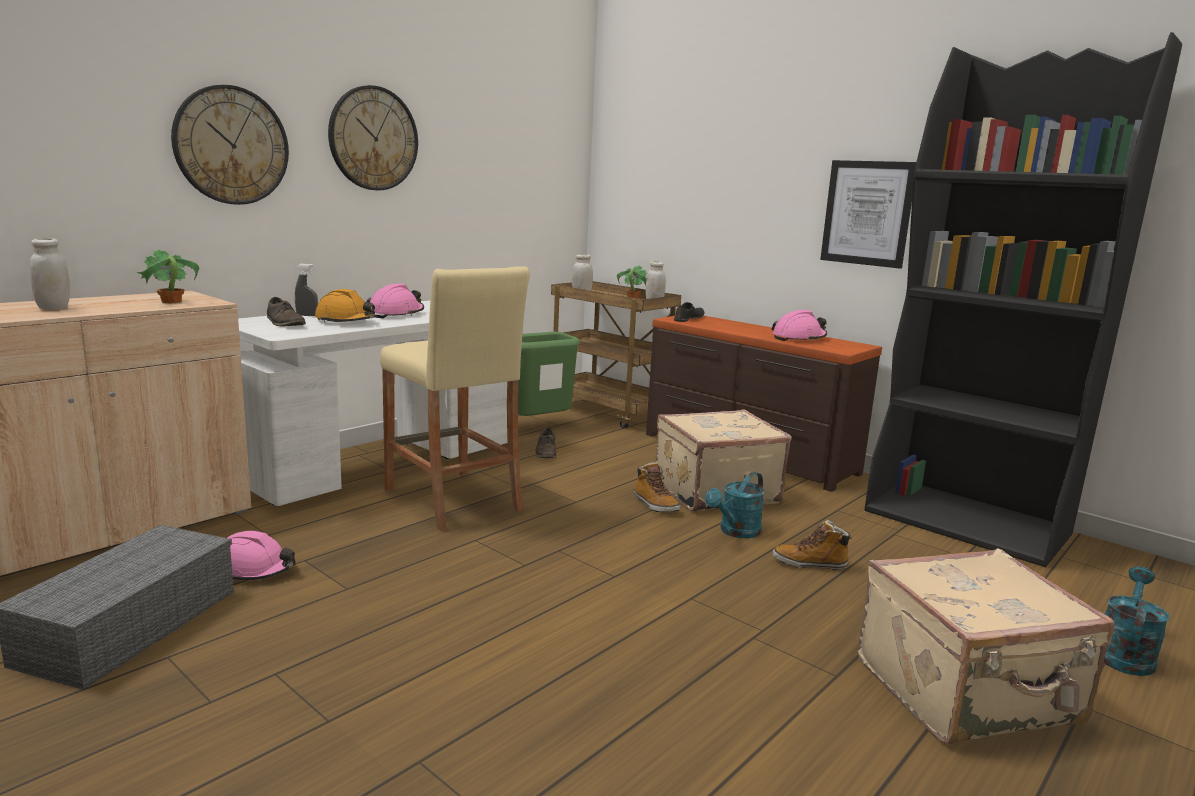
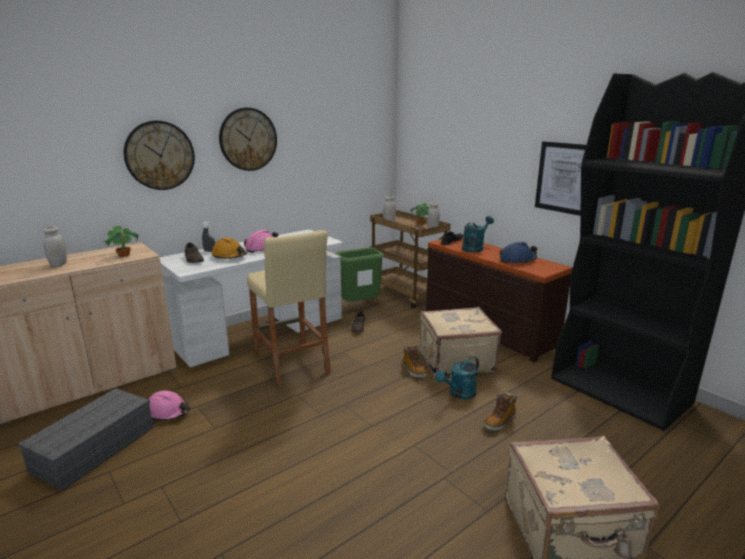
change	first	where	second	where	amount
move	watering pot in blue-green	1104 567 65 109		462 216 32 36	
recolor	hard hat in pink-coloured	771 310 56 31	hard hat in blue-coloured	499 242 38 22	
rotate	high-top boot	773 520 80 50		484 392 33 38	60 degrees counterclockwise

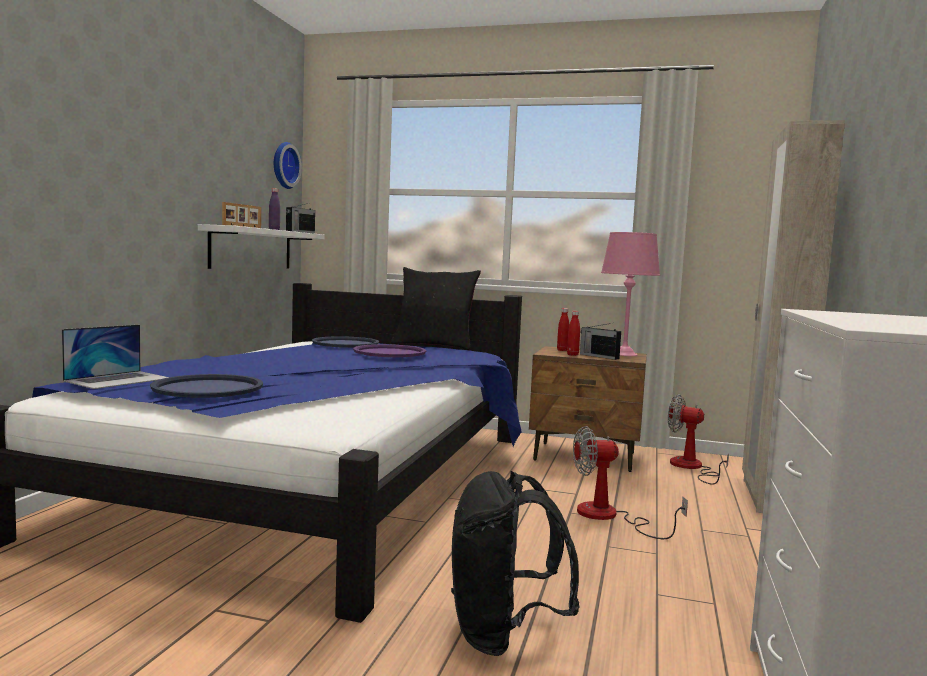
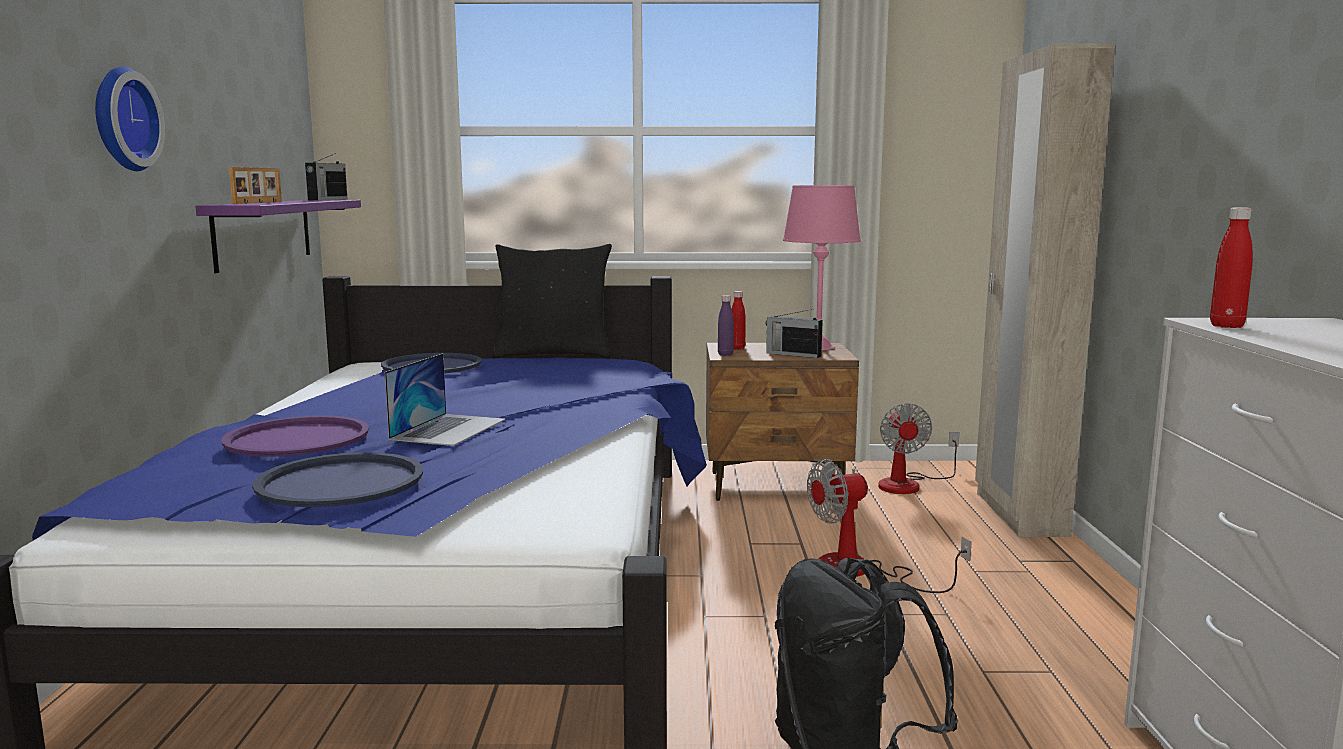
change	first	where	second	where	amount
move	notebook computer	62 325 106 64		385 353 120 93	
move	beverage bottle in purplish	269 188 11 42		718 295 16 61	
move	clock on the wall	274 142 28 47		95 66 70 105	
move	serving tray in purplish	353 344 73 13		221 416 148 41	
move	beverage bottle in reddish	567 311 13 45		1210 207 43 121	
recolor	shelf in white-coloured	198 224 126 45	shelf in purplish	195 200 166 73	
rotate	cooling fan	668 395 61 90		878 403 81 91	105 degrees counterclockwise

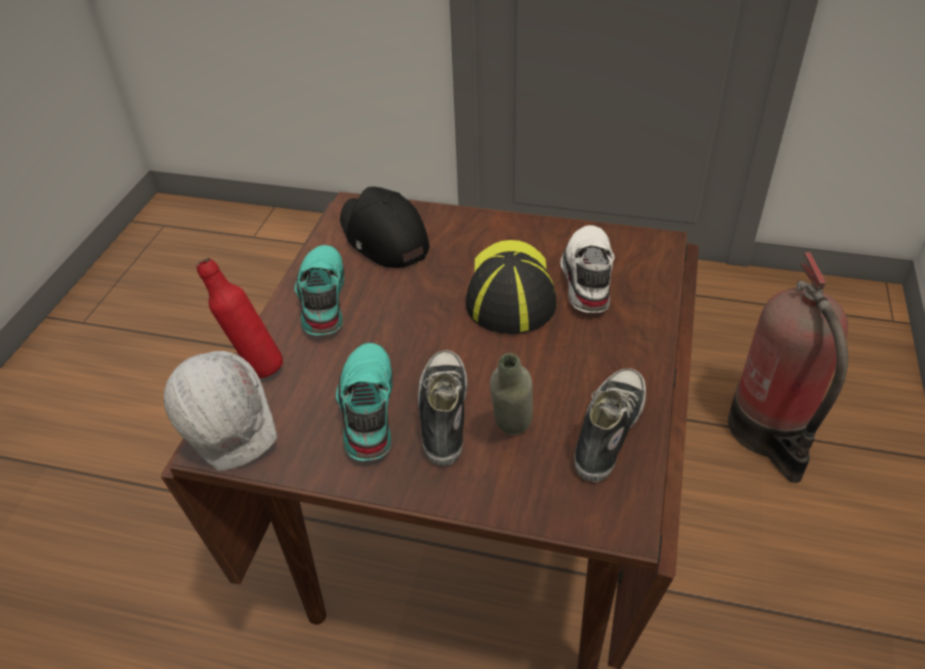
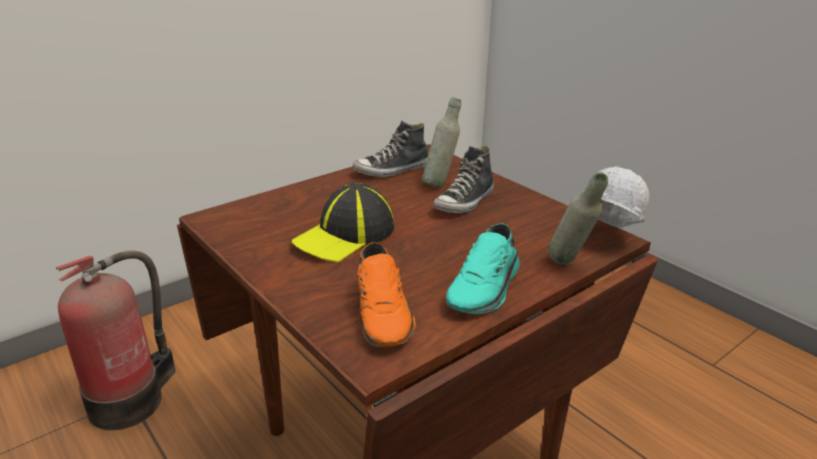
change	first	where	second	where	amount
delete	low shoe in blue-green	336 343 57 118			
delete	low shoe in white-coloured	560 225 54 88			
replace	cap in blackish	340 186 90 82	low shoe in orange	357 242 59 105	
recolor	beverage bottle in reddish	196 258 87 120	beverage bottle in grey	548 173 60 92	

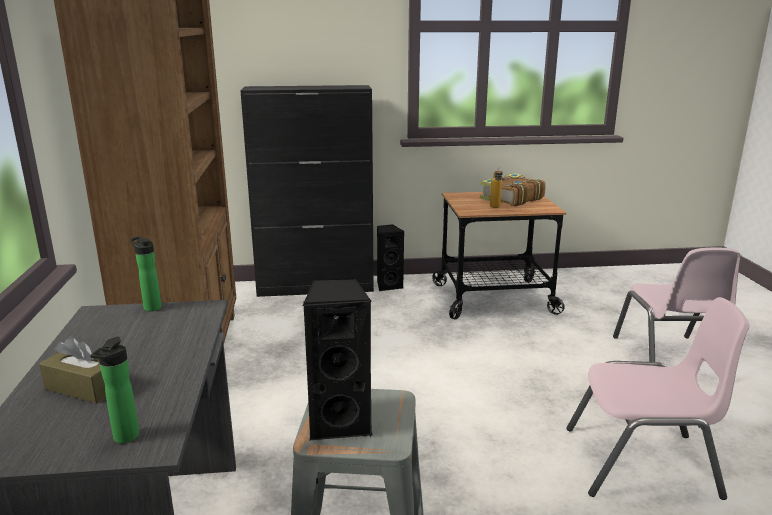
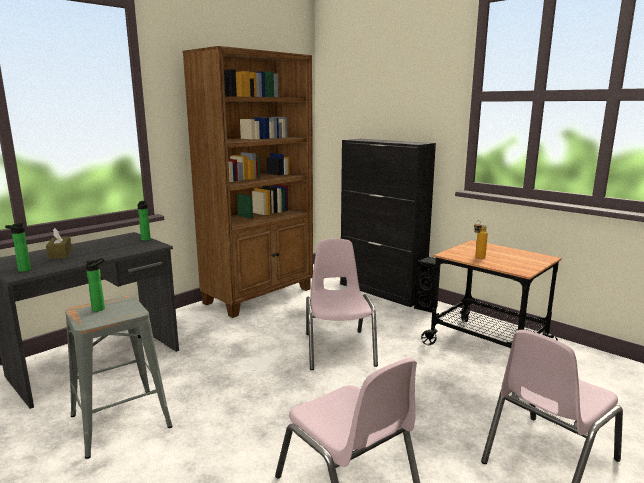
change	first	where	second	where	amount
delete	bound book	480 173 66 34			
insert			plain chair in pink-coloured	306 239 72 131	
replace	loudspeaker in blackish	302 277 71 164	beverage bottle	85 258 20 54	

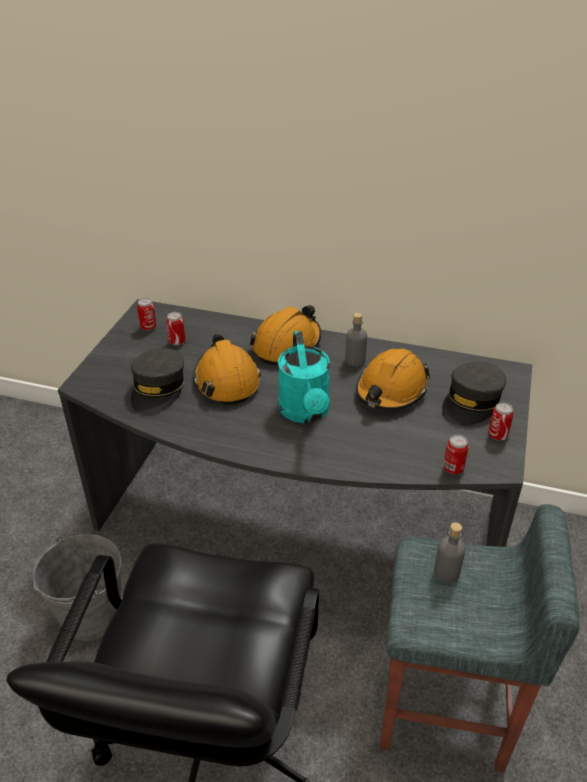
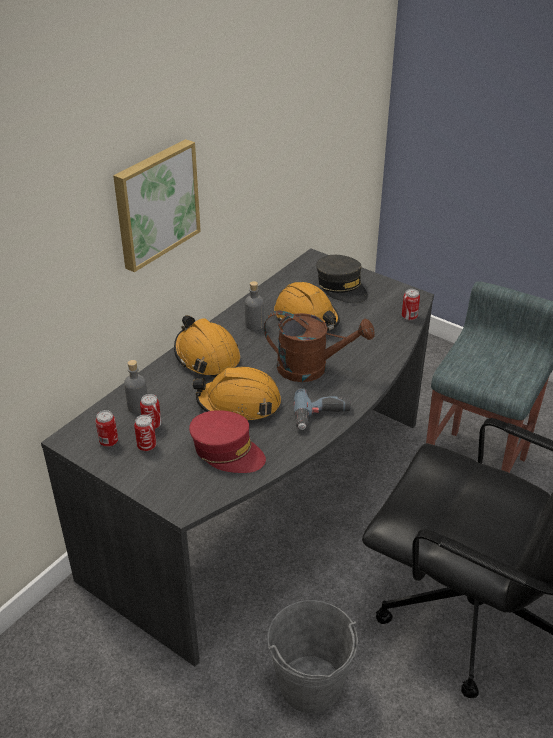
change	first	where	second	where	amount
insert			picture	113 139 88 133	
insert			power drill	294 388 57 42	
move	beverage bottle in grey	434 522 31 61		124 360 23 54	
move	sealed can	488 402 26 39		134 415 22 36	
recolor	cap in grey	131 348 54 66	cap in reddish	189 410 77 63	
recolor	watering pot in blue-green	278 331 52 92	watering pot in brown-coloured	264 311 111 71	

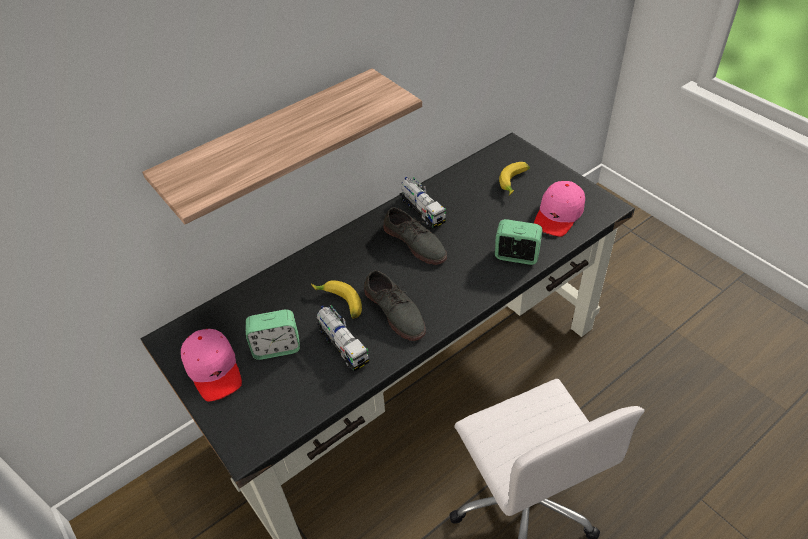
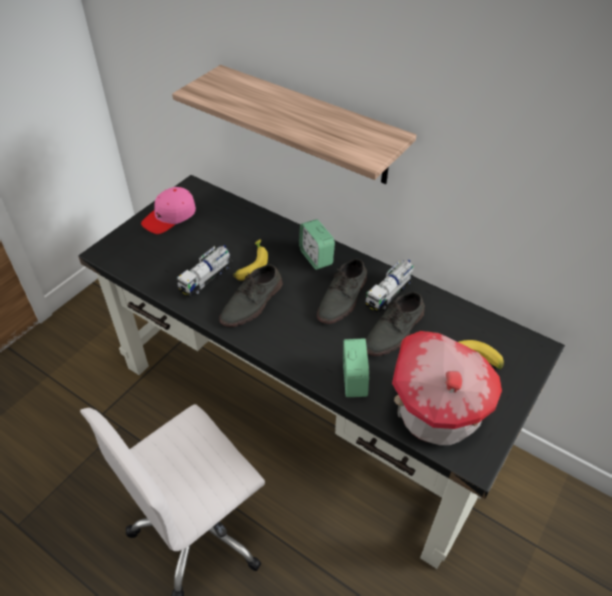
change	first	where	second	where	amount
insert			low shoe in grey	366 292 59 64	
move	bedside clock	245 309 55 51		299 219 36 51	
replace	cap in pink-coloured	534 181 51 56	model house	392 331 110 114	

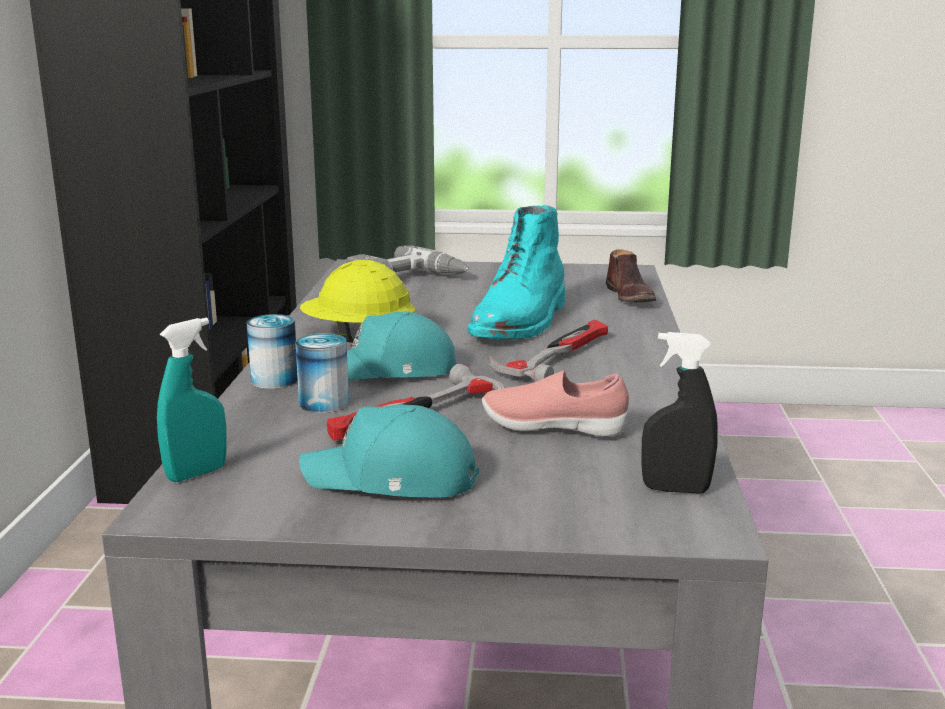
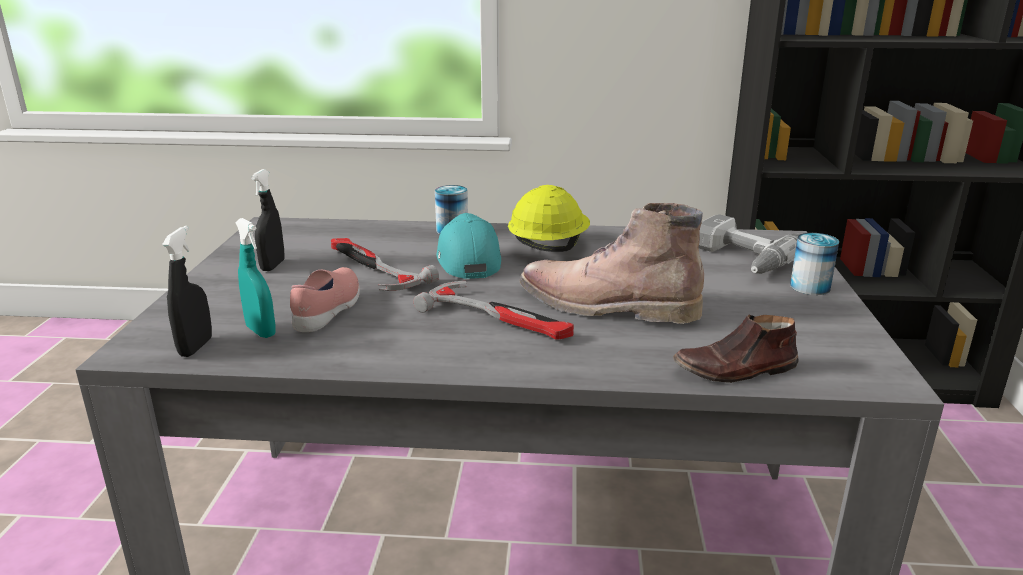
change	first	where	second	where	amount
move	sprayer in blue-green	157 318 69 164		235 218 40 120	
move	sealed can	296 333 53 80		790 233 49 62	
replace	cap in blue-green	299 404 180 94	sprayer in blackish	251 169 33 102	
recolor	high-top boot in blue-green	467 205 99 135	high-top boot in brown-coloured	519 203 185 121	

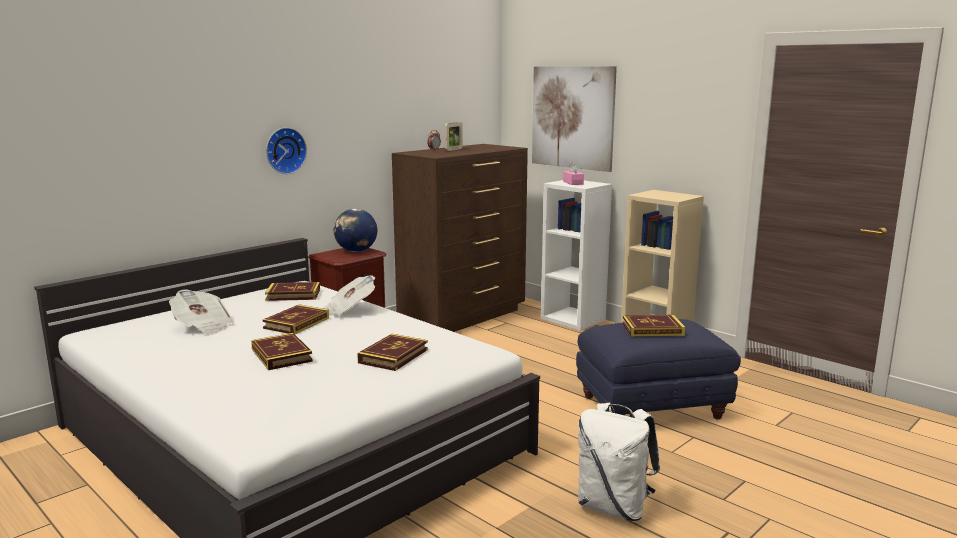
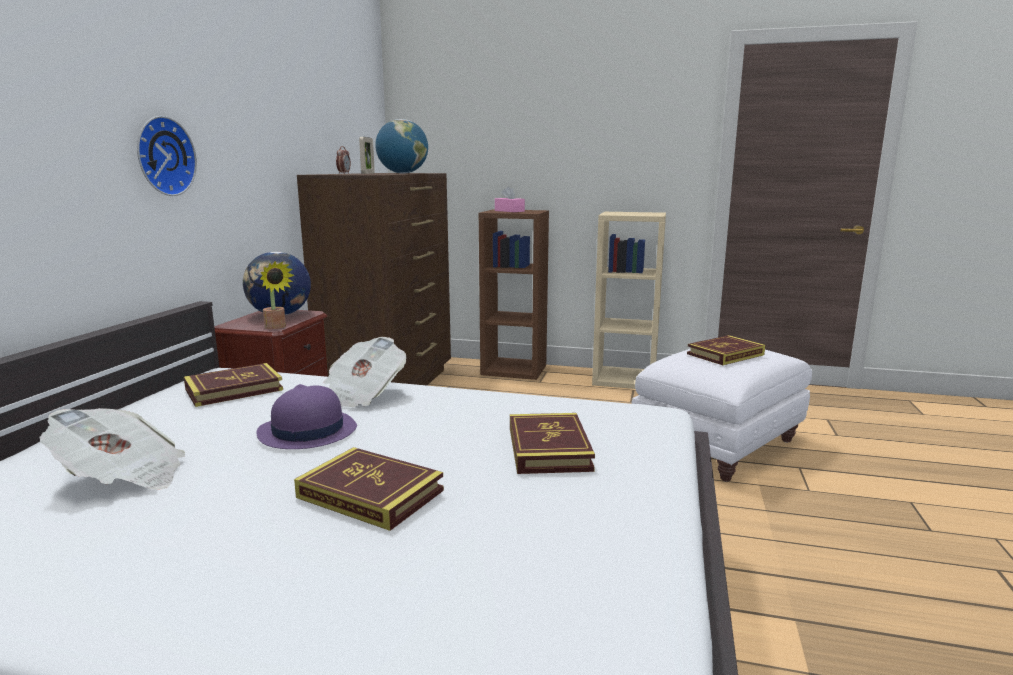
change	first	where	second	where	amount
delete	picture	532 66 85 106			
delete	knapsack in white-coloured	578 402 82 119			
insert			houseplant	260 261 34 68	
insert			globe	375 119 53 55	
replace	bound book	263 304 66 30	wearable hat in purplish	257 384 100 65	
recolor	bookcase in white-coloured	541 180 71 151	bookcase in brown-coloured	479 209 70 171	
recolor	ottoman in blue-coloured	576 319 165 101	ottoman in white-coloured	631 348 181 134	

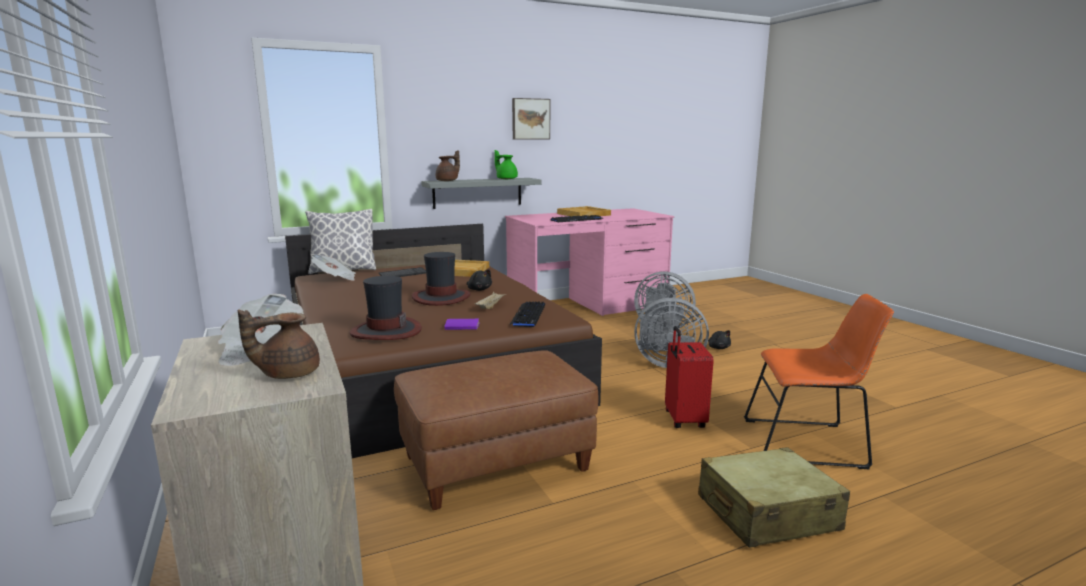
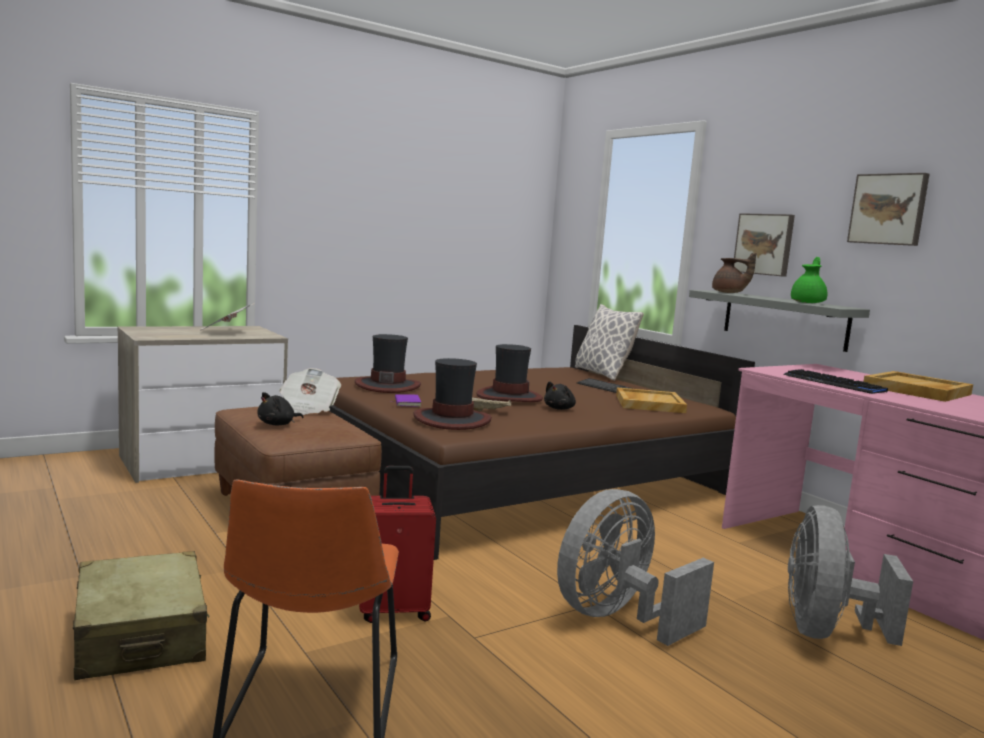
change	first	where	second	where	amount
delete	tea pot in brown-coloured	237 309 83 70			
insert			picture	734 213 61 64	
move	daily paper	311 254 45 27		279 368 62 47	
move	soft toy in blackish	703 330 28 19		257 392 47 33	
replace	computer keyboard	510 302 35 25	wearable hat	413 358 79 72	
rotate	cooling fan in grey	634 298 75 70		557 489 157 157	45 degrees clockwise

